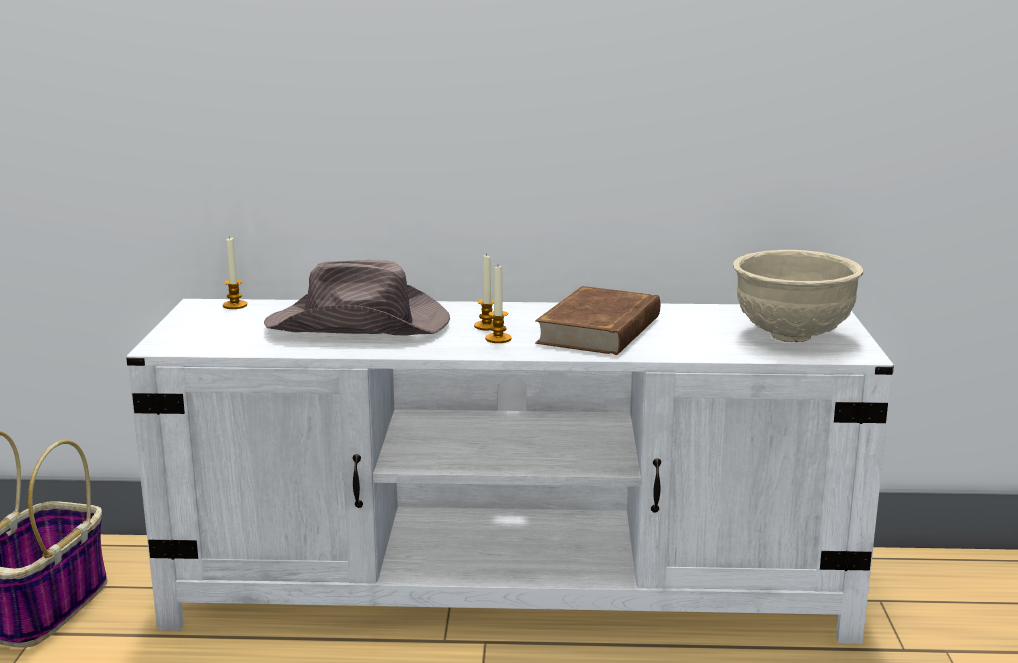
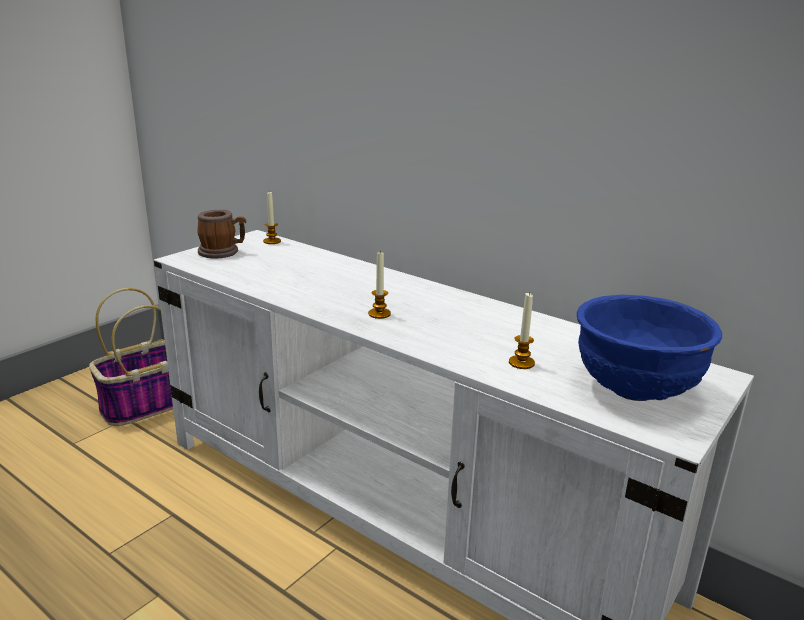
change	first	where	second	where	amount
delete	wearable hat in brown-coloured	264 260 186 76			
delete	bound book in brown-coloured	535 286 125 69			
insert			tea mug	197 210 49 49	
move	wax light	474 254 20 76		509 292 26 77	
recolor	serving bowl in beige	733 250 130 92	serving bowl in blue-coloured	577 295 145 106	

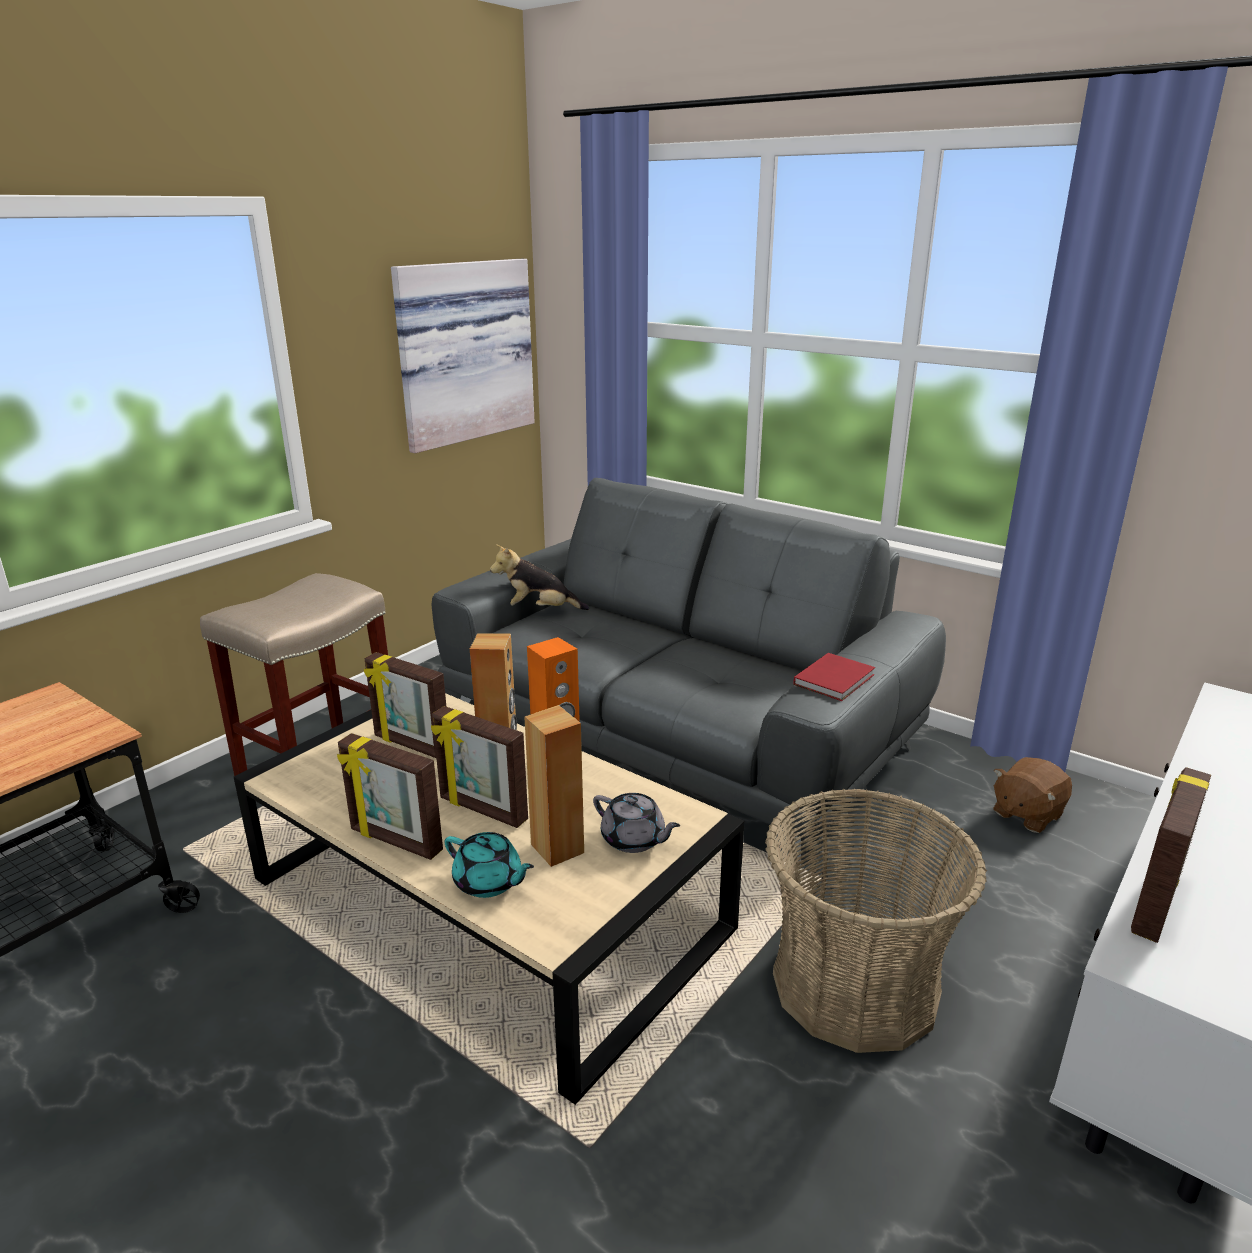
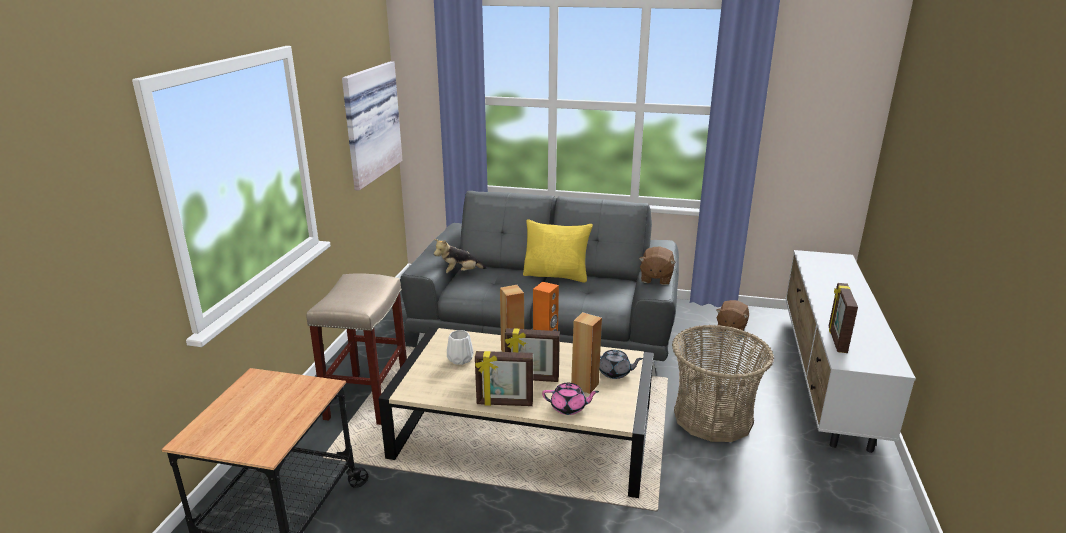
change	first	where	second	where	amount
insert			cushion in yellow	523 219 70 64	
replace	standing frame	364 652 82 106	flower vase in white-coloured	447 330 26 35	
replace	bound book in reddish	793 653 82 48	soft toy in brown-coloured	639 247 37 38	
recolor	tea pot in blue-green	445 832 89 66	tea pot in pink-coloured	542 383 57 32	

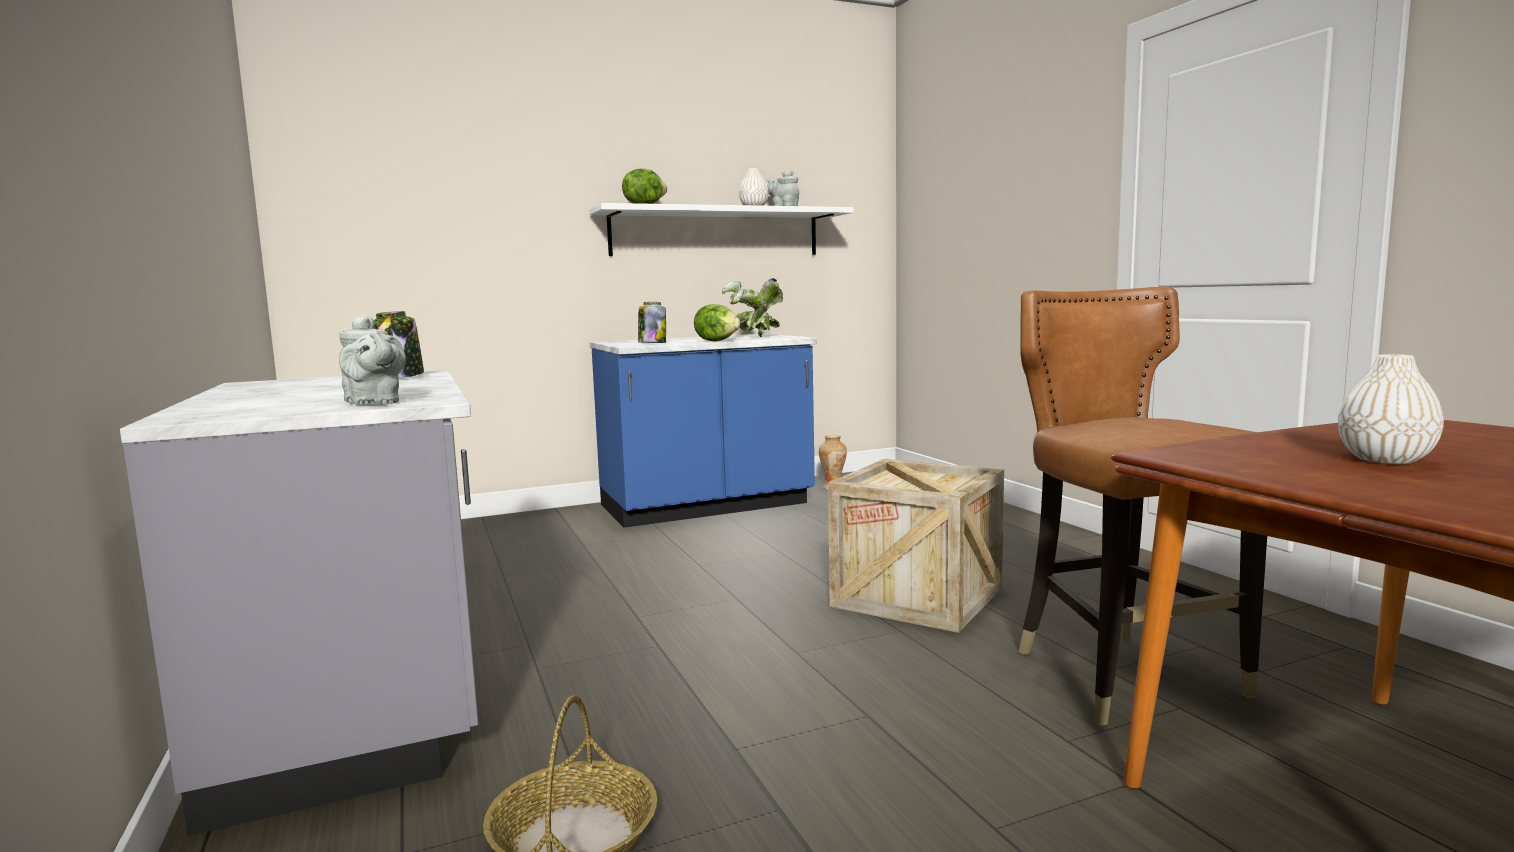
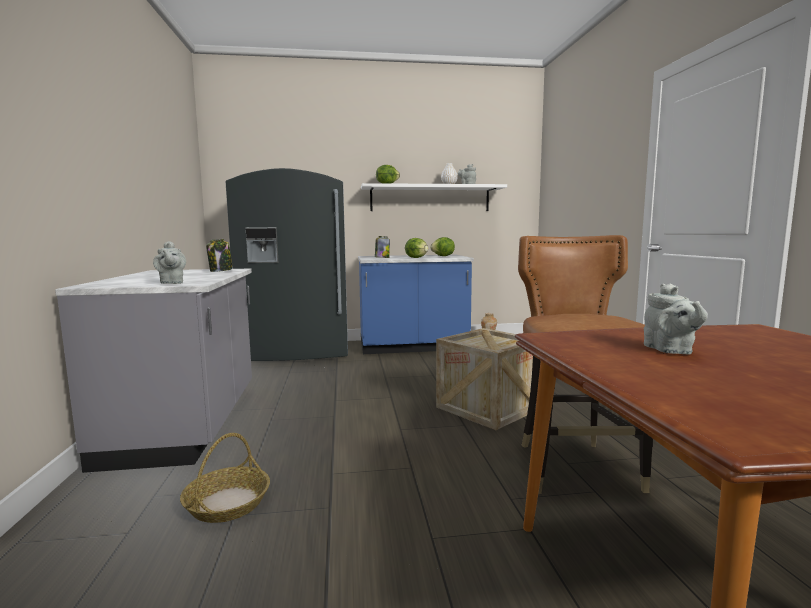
change	first	where	second	where	amount
insert			kitchen fridge in grey	226 168 122 193	
replace	houseplant	722 278 61 59	head of lettuce	430 237 25 19	
replace	flower vase in white-coloured	1338 354 106 110	tea pot in grey	644 283 64 71	

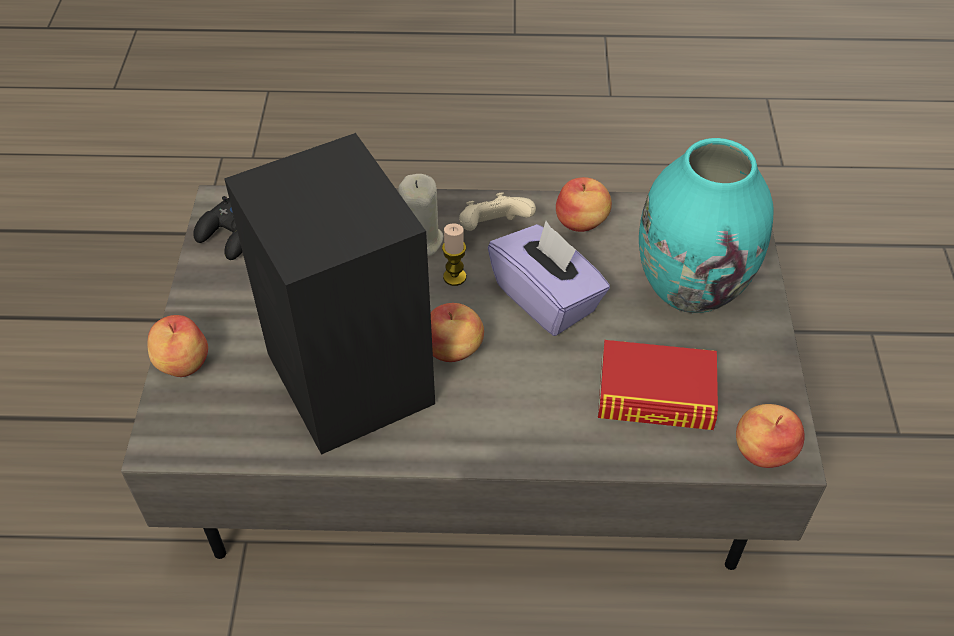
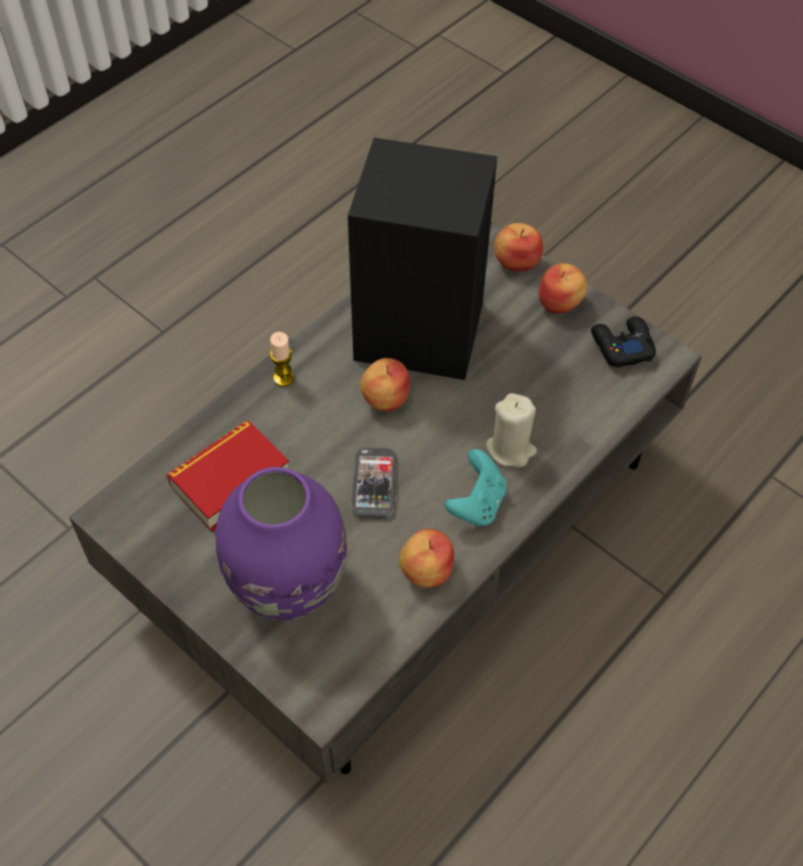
change	first	where	second	where	amount
move	wax light	442 223 24 63		270 332 24 55	
move	apple	736 404 69 64		538 263 49 51	
replace	tissue box in purplish	488 221 122 115	phone	352 447 45 72	
recolor	joypad in beige	459 192 77 39	joypad in blue-green	445 449 61 77	
recolor	flower vase in blue-green	639 138 134 175	flower vase in purplish	216 467 131 153	

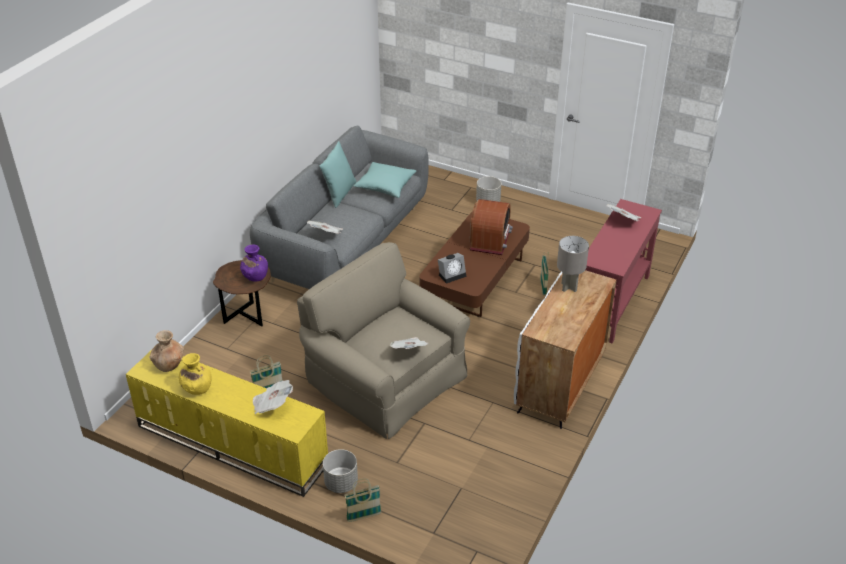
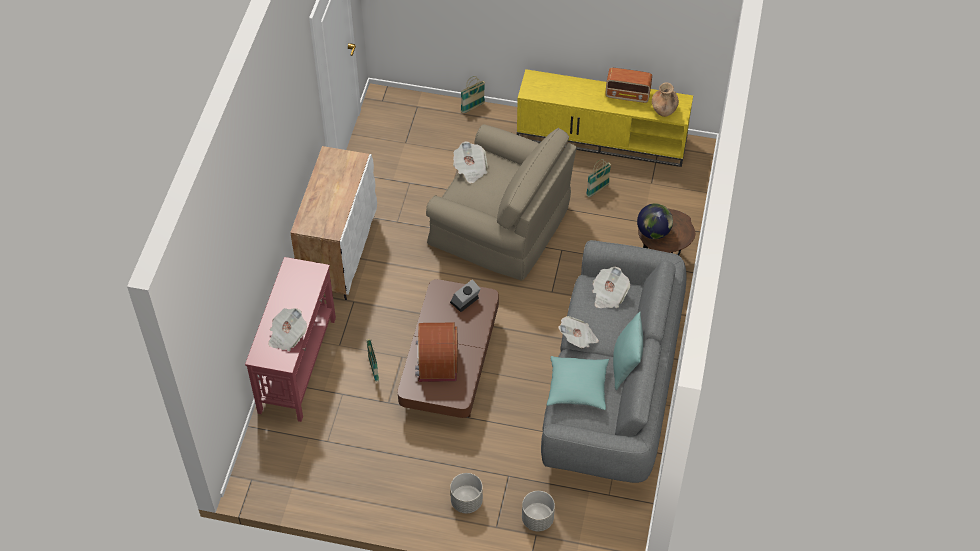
change	first	where	second	where	amount
delete	table lamp in grey	557 236 32 56			
move	daily paper	253 380 40 34		558 316 41 33	
move	plant pot in grey	323 449 35 44		522 491 33 40	
replace	flower vase in yellow	179 353 33 42	radio receiver	605 67 47 36	
replace	flower vase in purplish	240 245 28 37	globe	637 203 36 36	

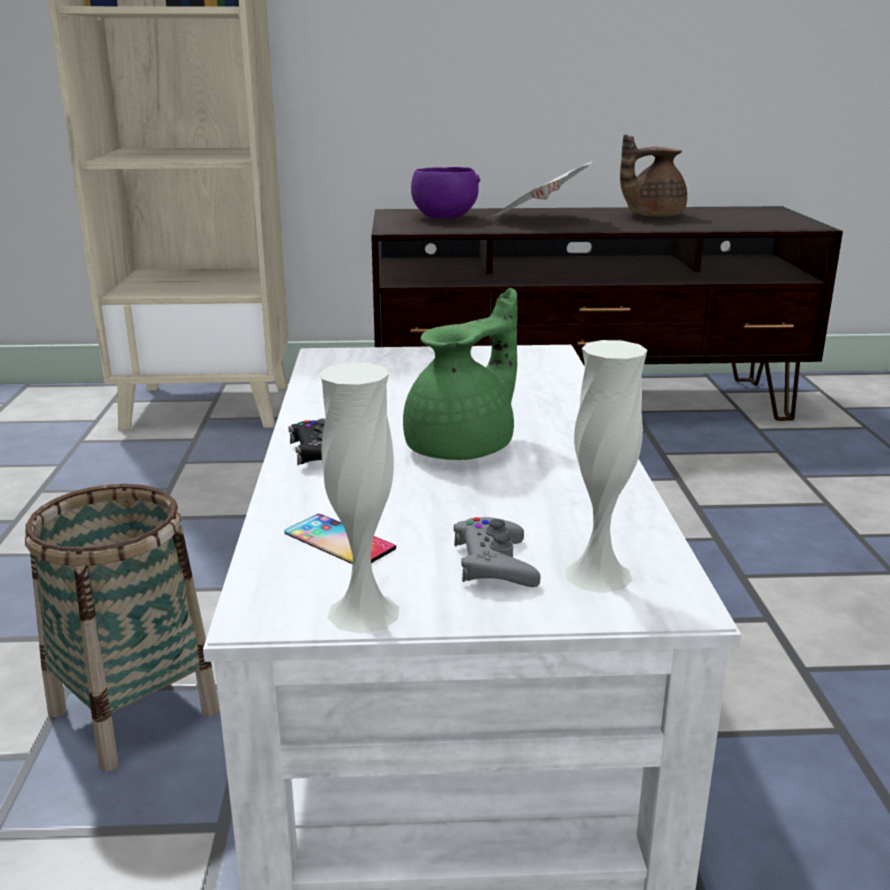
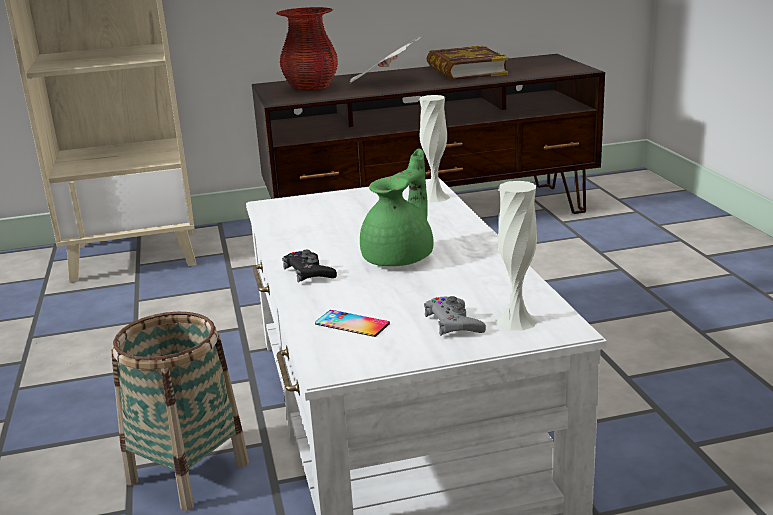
change	first	where	second	where	amount
move	flower vase in white-coloured	320 363 79 271		419 95 31 107	
replace	serving bowl in purplish	411 167 70 51	flower vase in reddish	276 7 62 84	
replace	tea pot in brown-coloured	620 134 67 83	bound book	427 45 82 35	

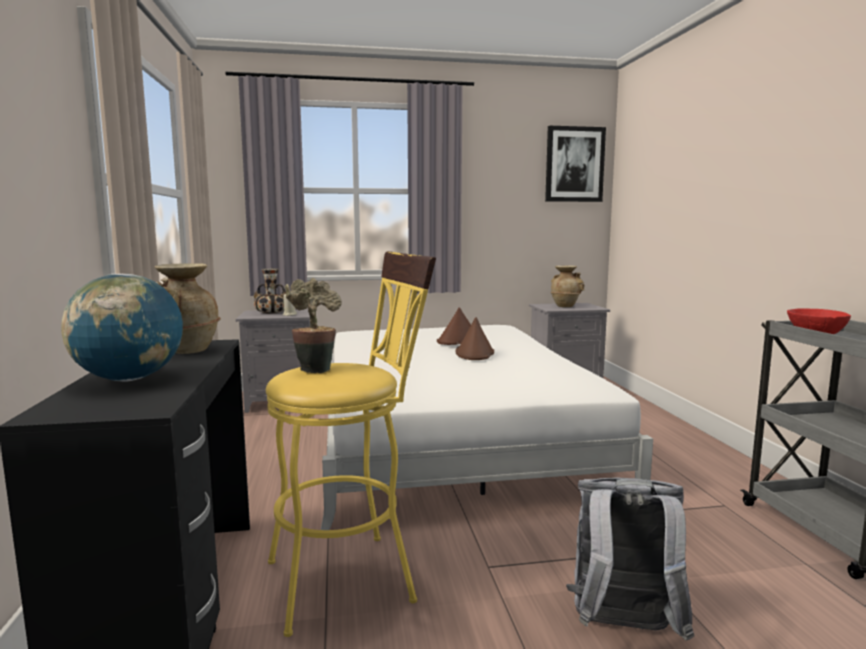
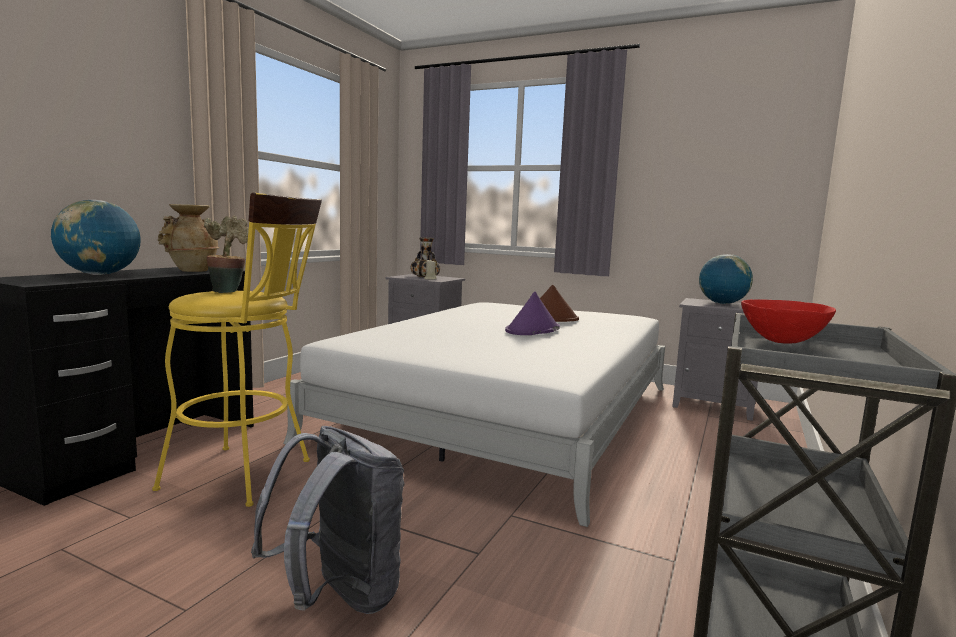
change	first	where	second	where	amount
delete	picture	545 126 61 76			
replace	flower vase in beige	550 265 35 42	globe	699 254 54 50	
recolor	wearable hat in brown-coloured	456 317 38 43	wearable hat in purplish	505 291 55 44	

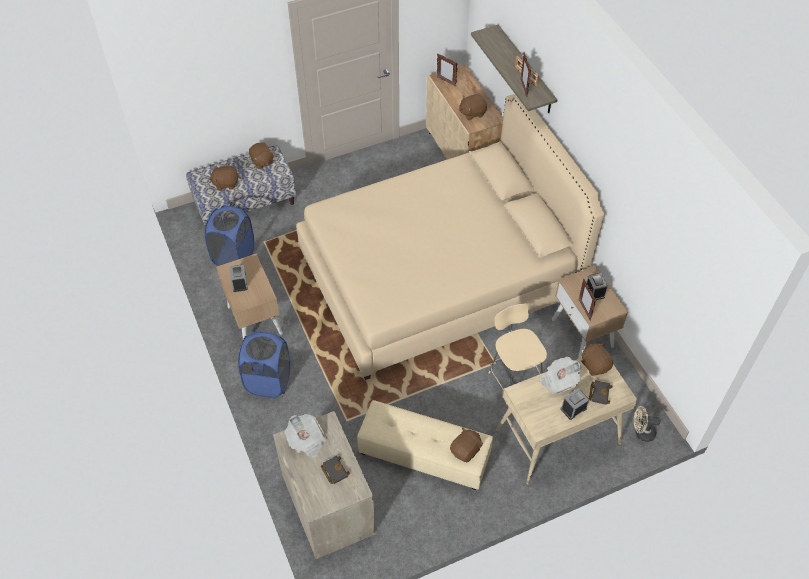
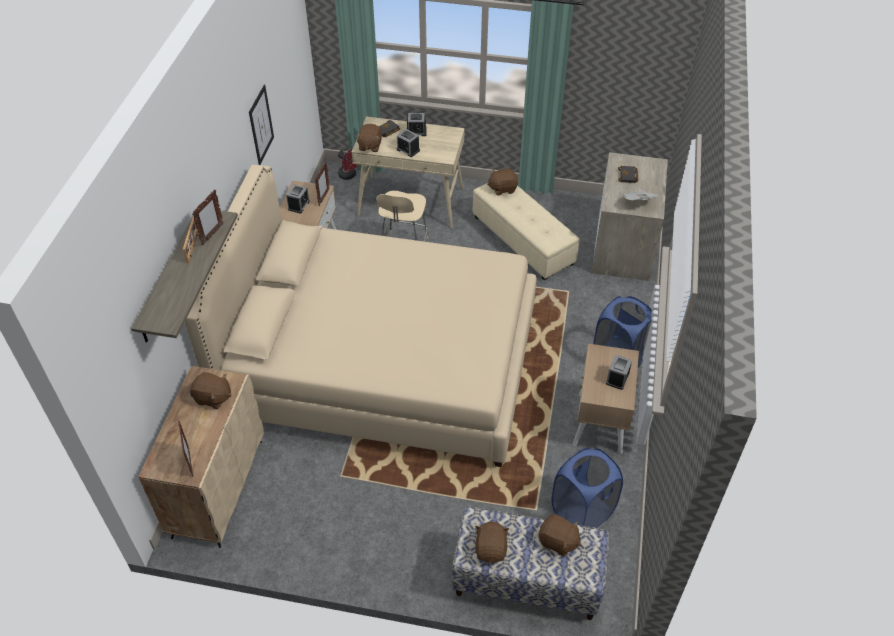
change	first	where	second	where	amount
insert			picture	249 85 25 80	
replace	daily paper	539 357 43 38	bedside clock	397 129 23 28	
recolor	cooling fan in beige	634 406 26 36	cooling fan in reddish	338 149 20 31	

